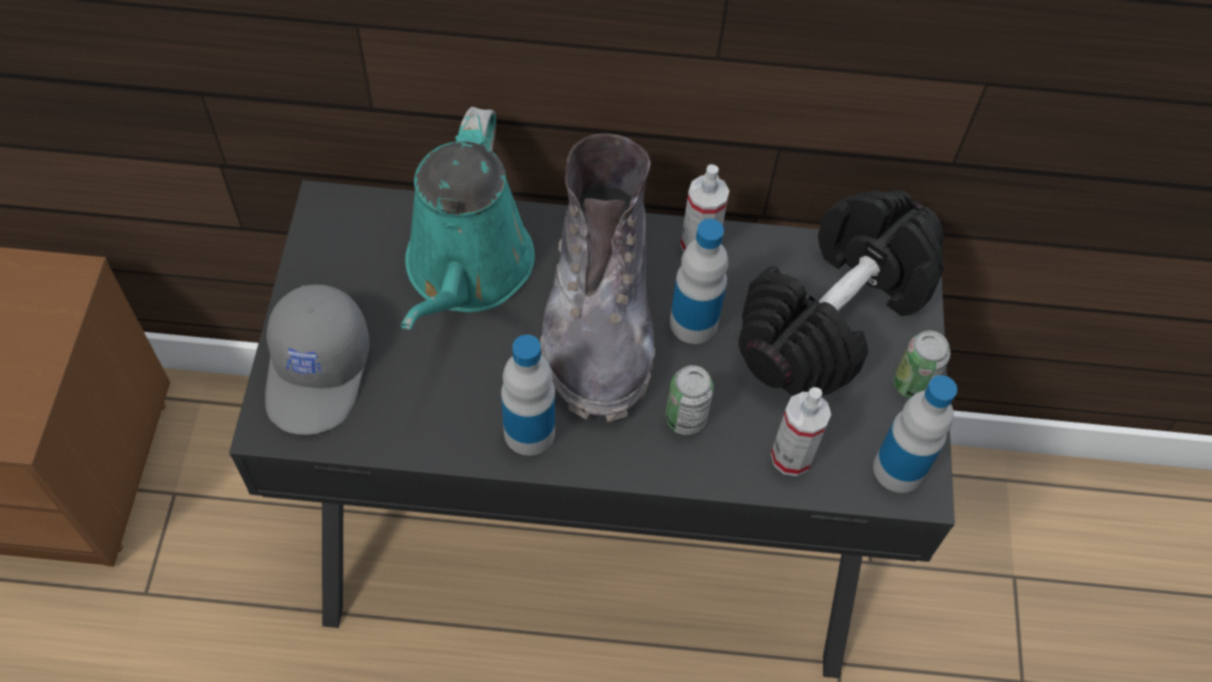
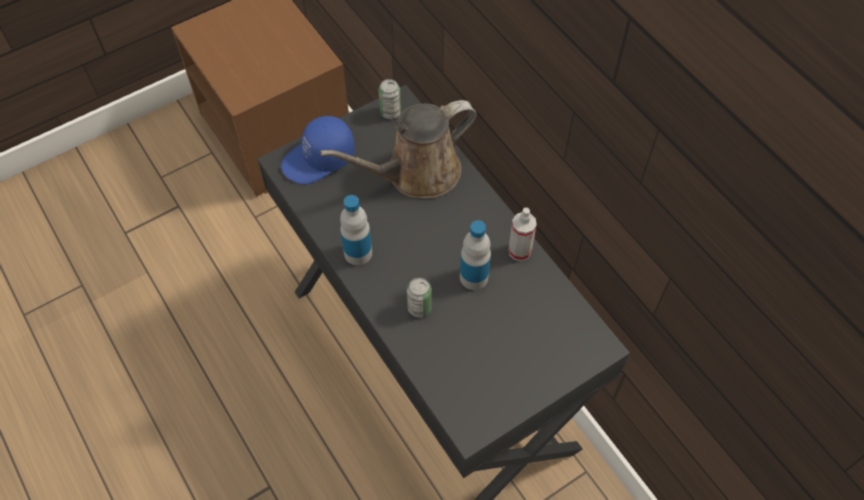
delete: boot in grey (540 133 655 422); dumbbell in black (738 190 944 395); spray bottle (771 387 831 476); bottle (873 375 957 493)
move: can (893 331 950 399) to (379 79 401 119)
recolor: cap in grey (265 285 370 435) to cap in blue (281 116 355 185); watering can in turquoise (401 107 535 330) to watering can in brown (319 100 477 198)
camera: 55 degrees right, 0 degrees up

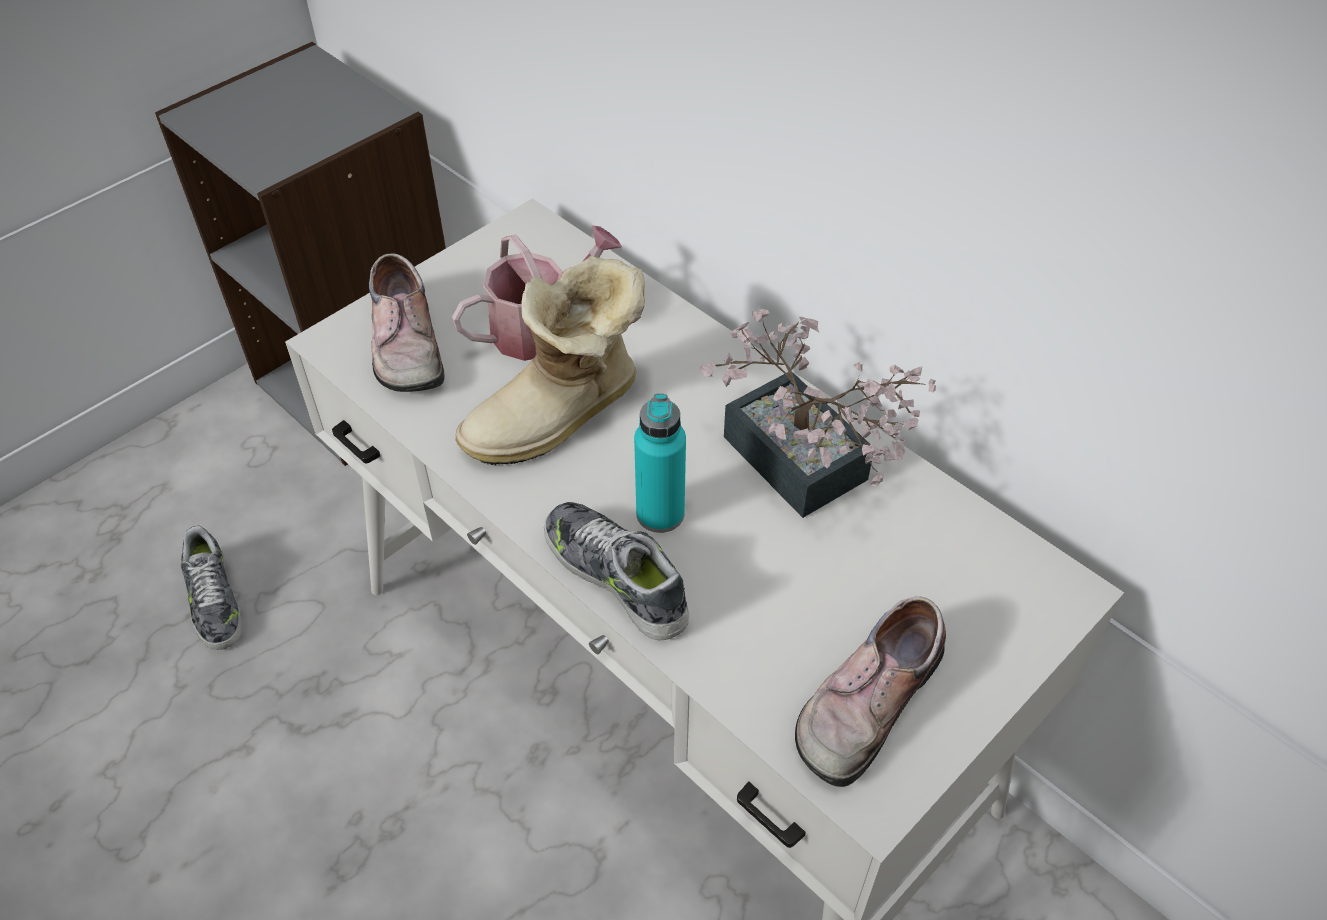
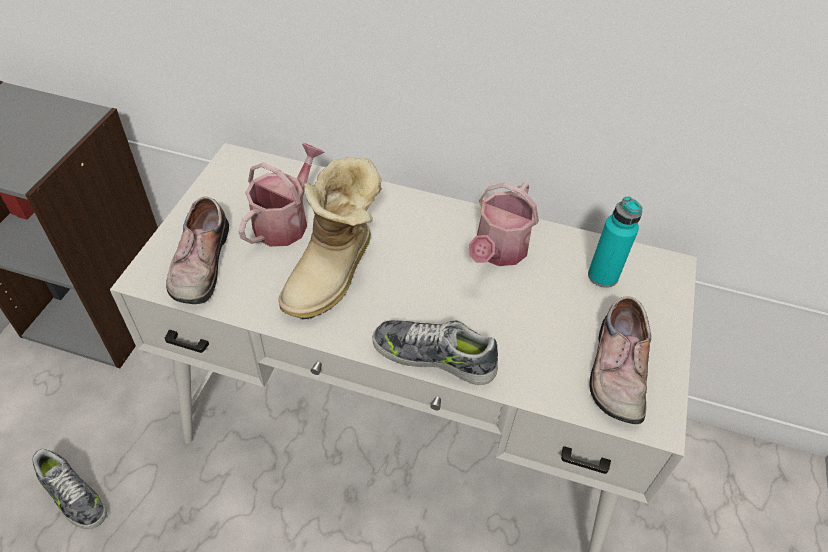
move: bottle in turquoise (634 393 686 533) to (588 196 643 288)
replace: potted plant (701 309 936 518) to watering can (469 182 539 266)
rotate: shoe (369 253 445 392) = (166 197 229 304) 45 degrees clockwise
camera: 30 degrees left, 0 degrees up

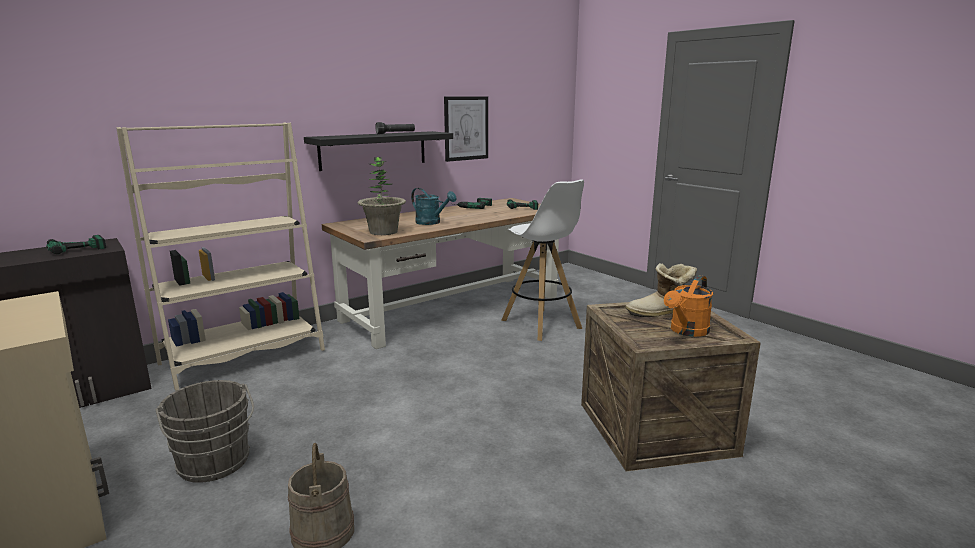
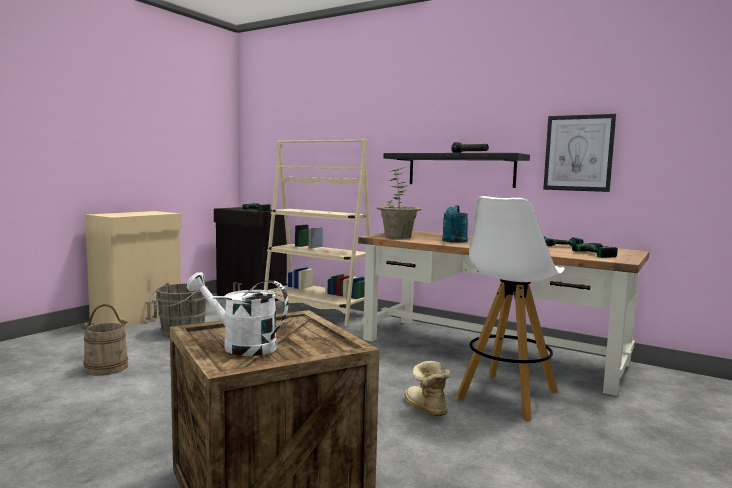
move: boot (625 263 697 317) to (405 361 450 416)
recolor: watering can in orange (664 275 713 337) to watering can in white (187 272 288 356)
camera: 70 degrees right, 10 degrees down

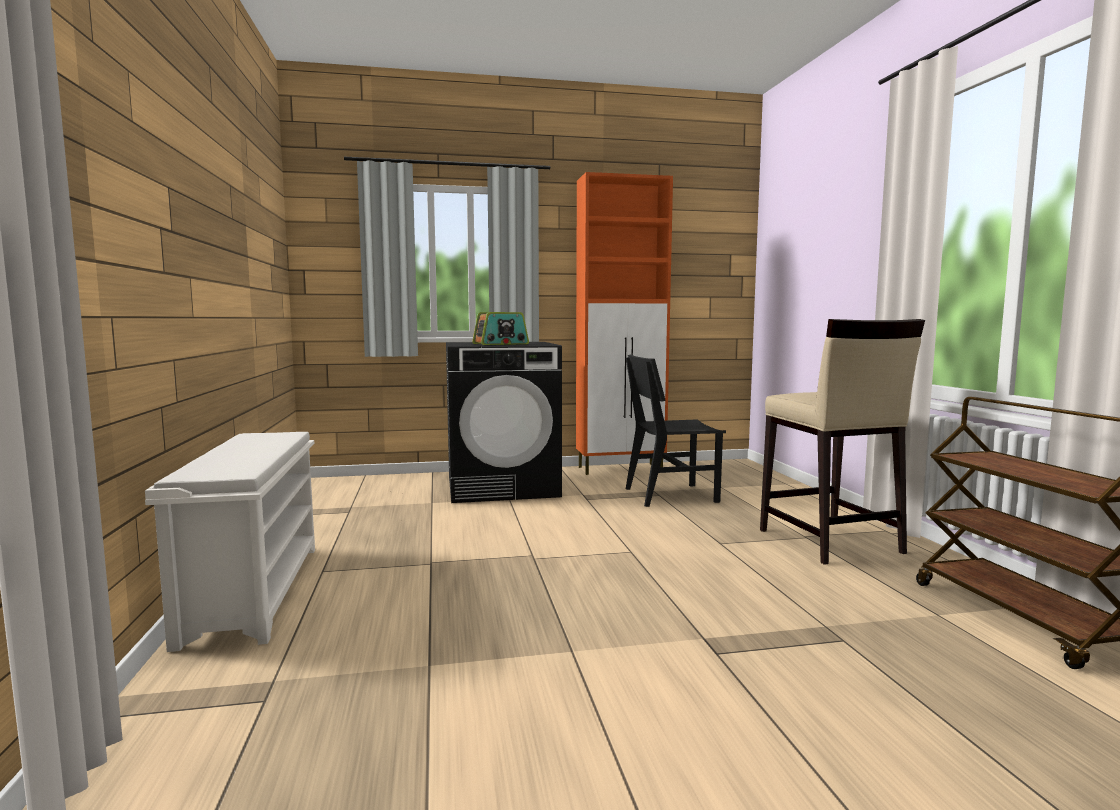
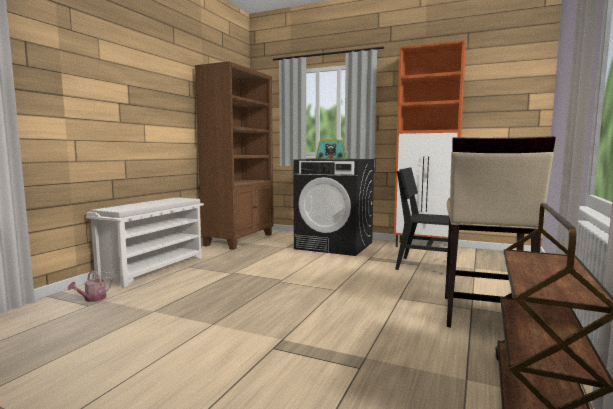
insert: watering can (67 271 112 302); bookcase in brown (195 61 274 250)
camera: 35 degrees right, 0 degrees up

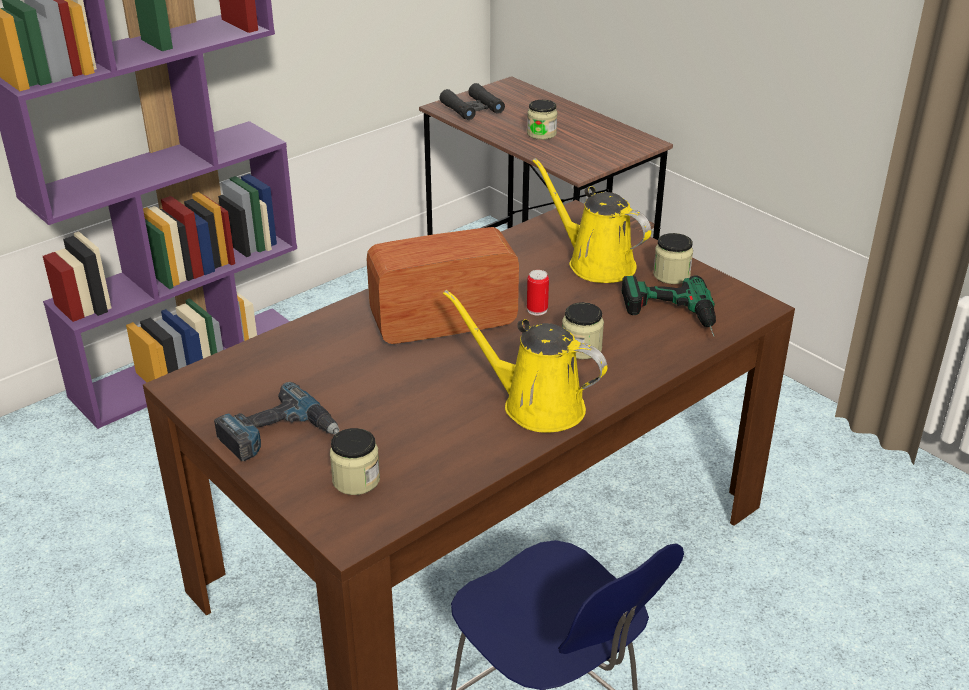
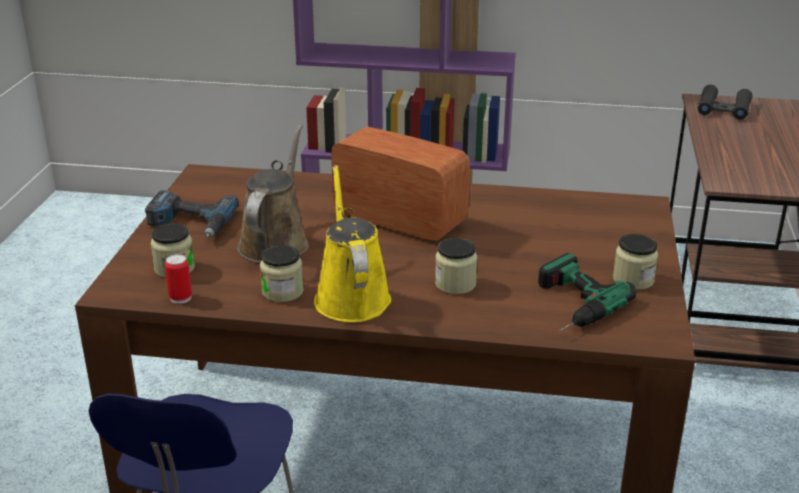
delete: watering can in yellow (532 158 651 283)
insert: watering can in brown (237 125 309 263)
move: jar (527 100 557 140) to (260 245 304 302); can (527 270 549 315) to (165 254 192 304)
camera: 50 degrees right, 5 degrees down

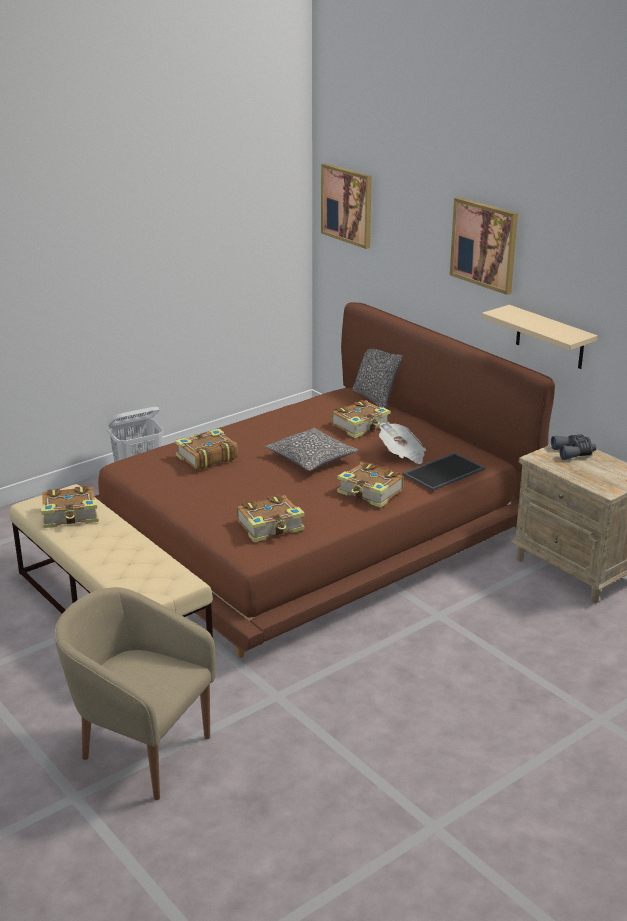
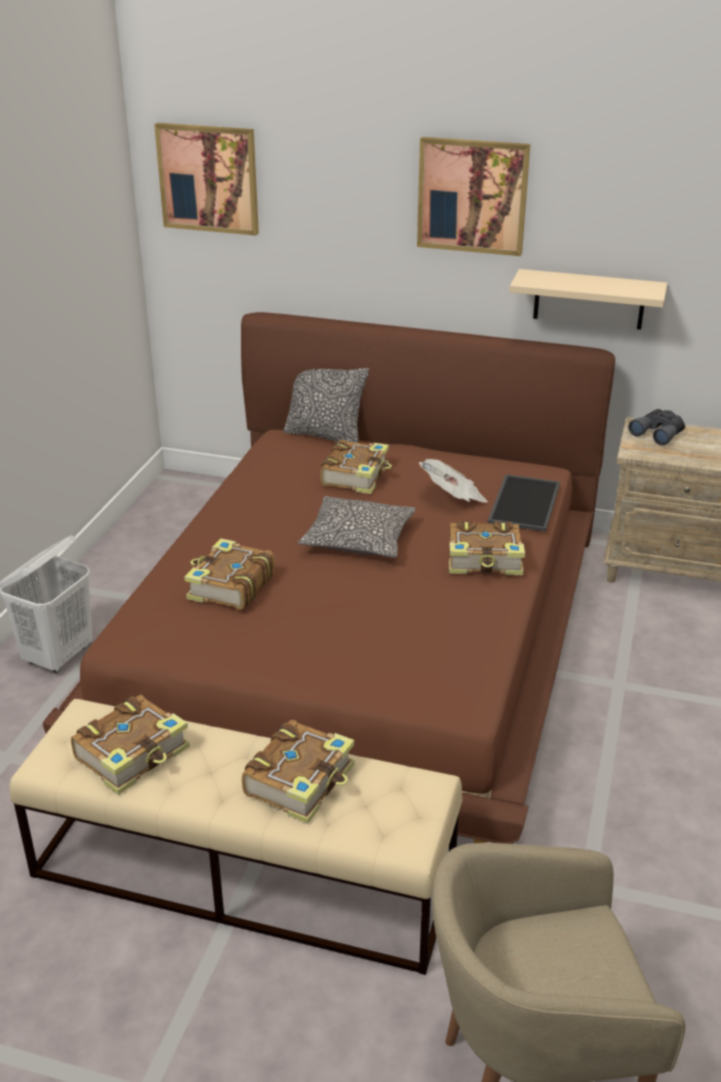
move: book (237 495 305 542) to (242 720 354 824)
camera: 35 degrees left, 5 degrees up

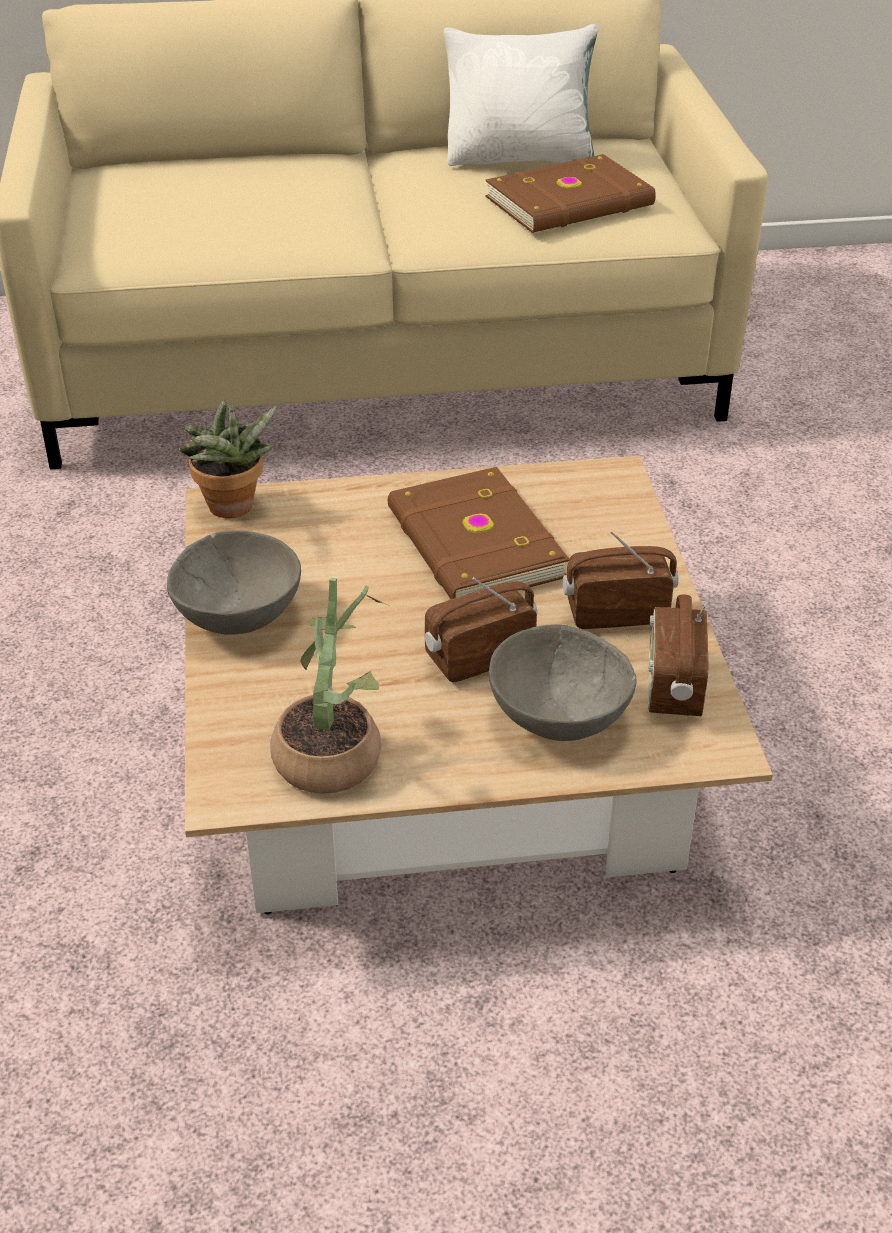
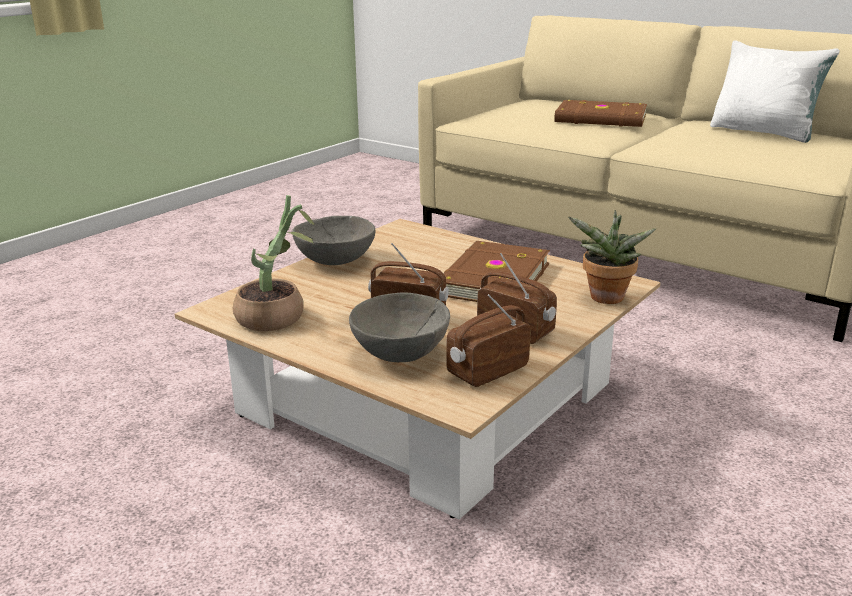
move: potted plant (179 401 277 518) to (568 210 656 304); book in brown (485 154 656 233) to (554 100 647 127)
camera: 45 degrees right, 15 degrees down

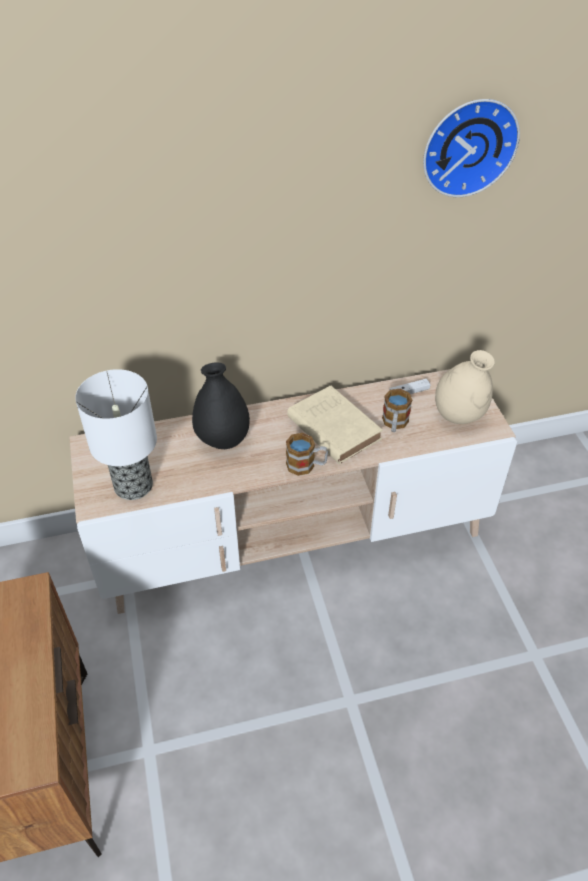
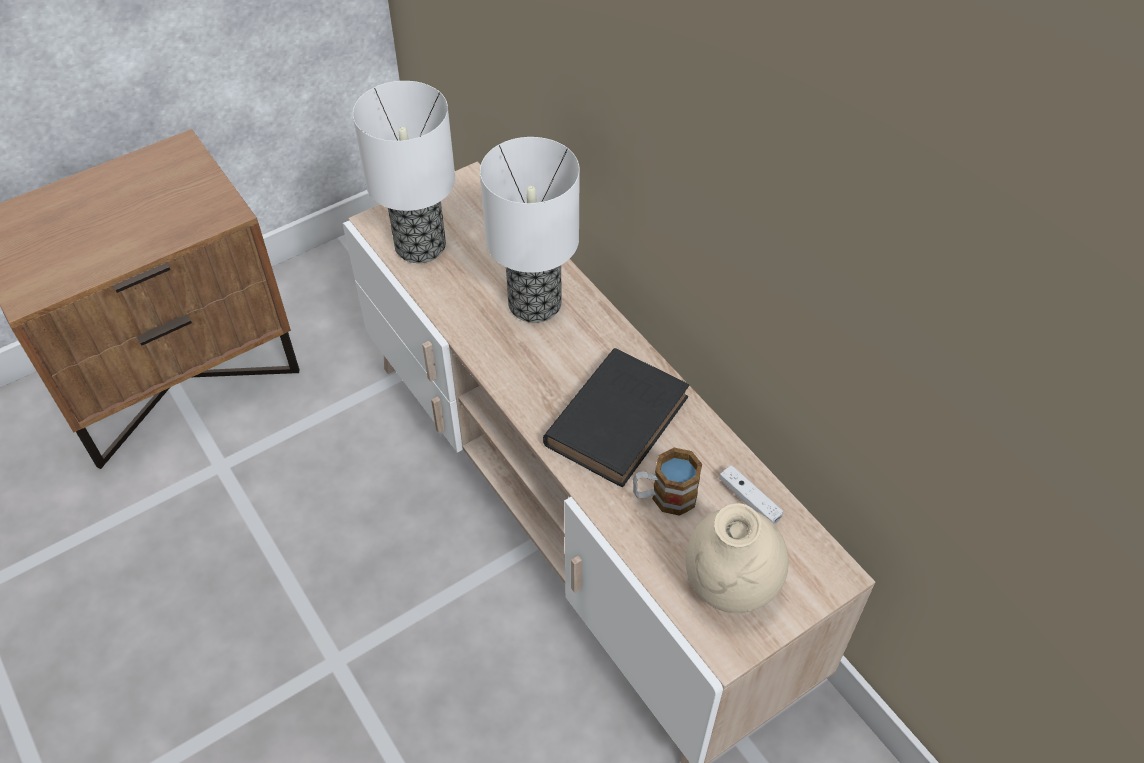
delete: mug (286 433 328 476); wall clock (423 99 520 197)
replace: vase in black (192 362 250 449) to table lamp (480 137 580 323)
recolor: book in beige (287 386 383 464) to book in black (543 348 690 487)
camera: 70 degrees right, 5 degrees up

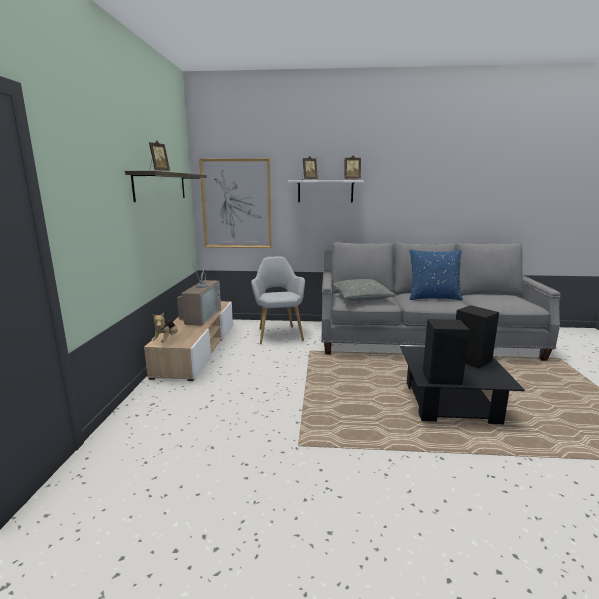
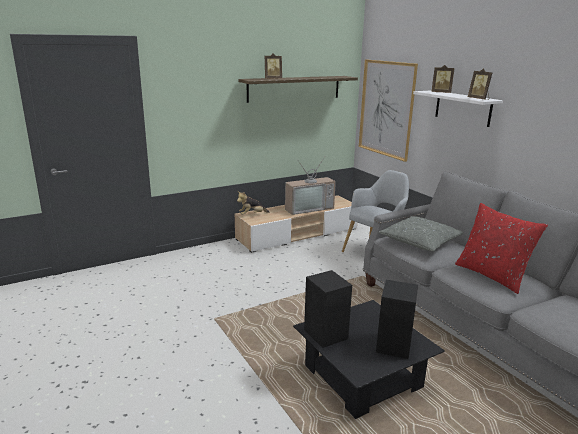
recolor: pillow in blue (409 249 463 301) to pillow in red (455 203 548 294)
camera: 55 degrees right, 5 degrees up

